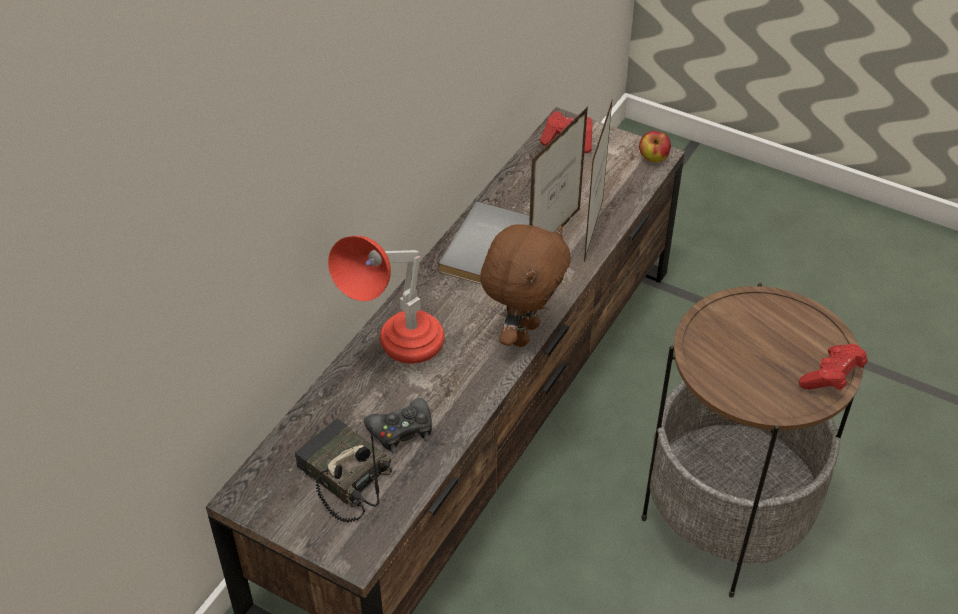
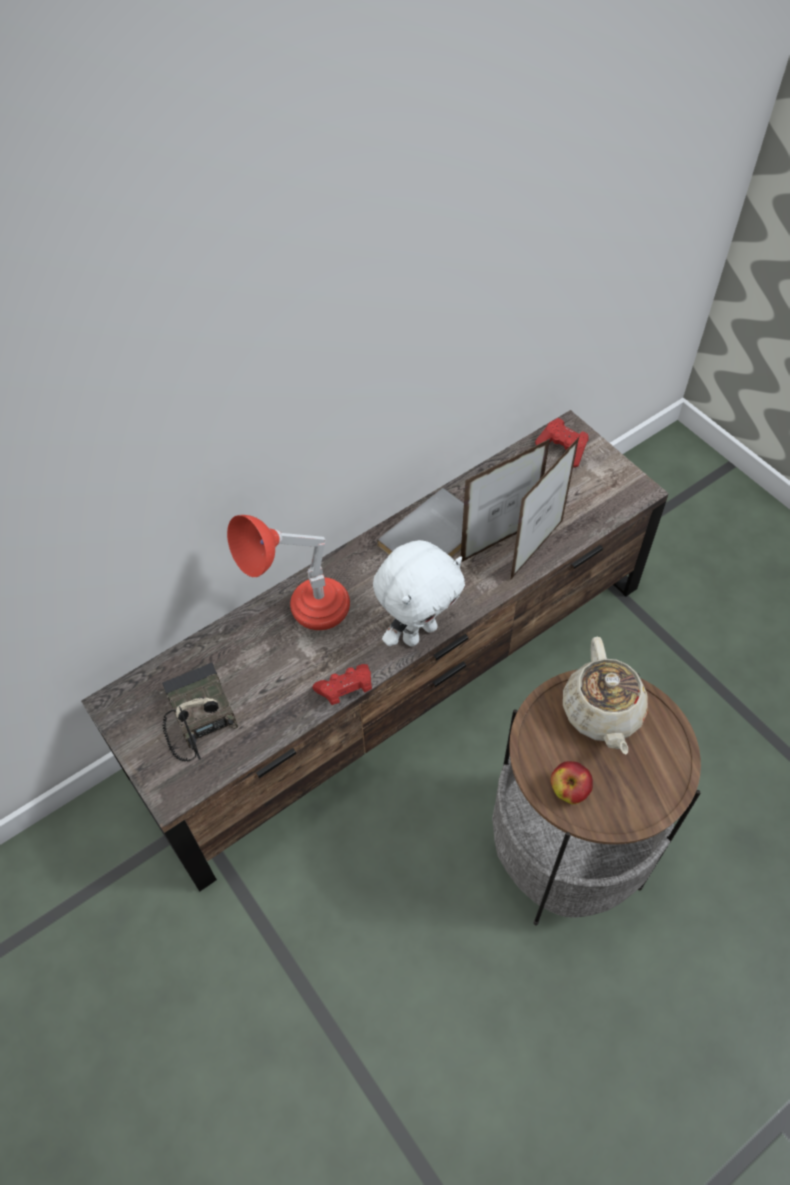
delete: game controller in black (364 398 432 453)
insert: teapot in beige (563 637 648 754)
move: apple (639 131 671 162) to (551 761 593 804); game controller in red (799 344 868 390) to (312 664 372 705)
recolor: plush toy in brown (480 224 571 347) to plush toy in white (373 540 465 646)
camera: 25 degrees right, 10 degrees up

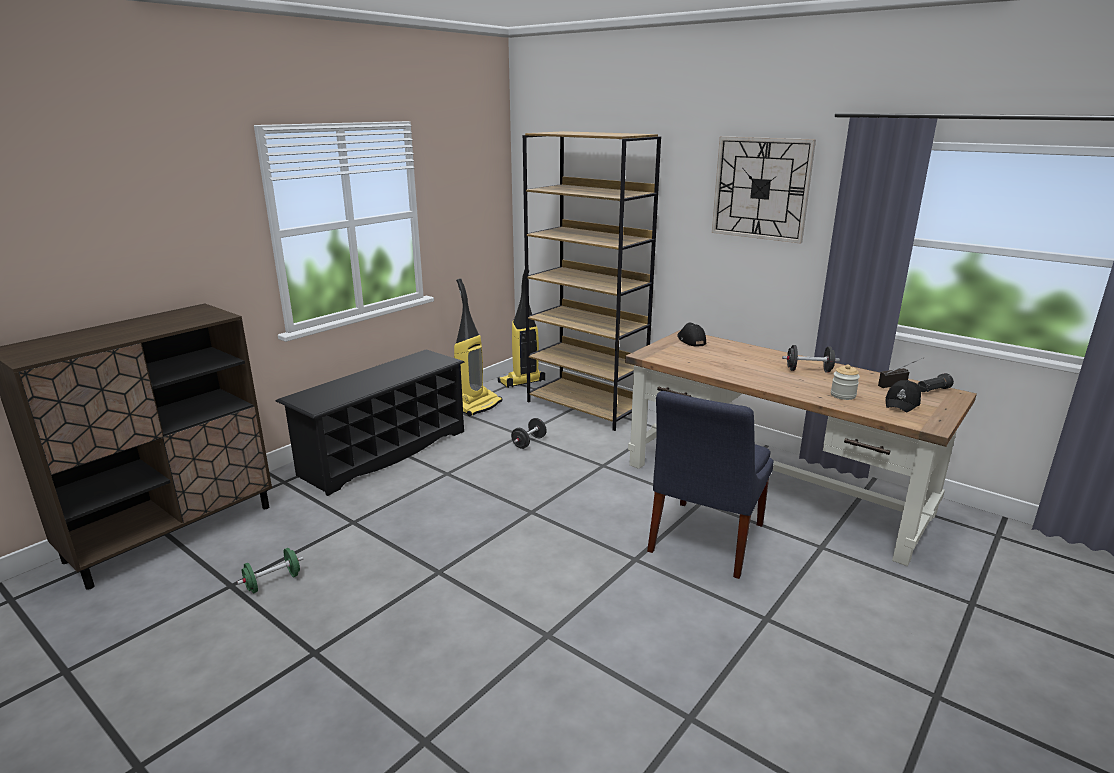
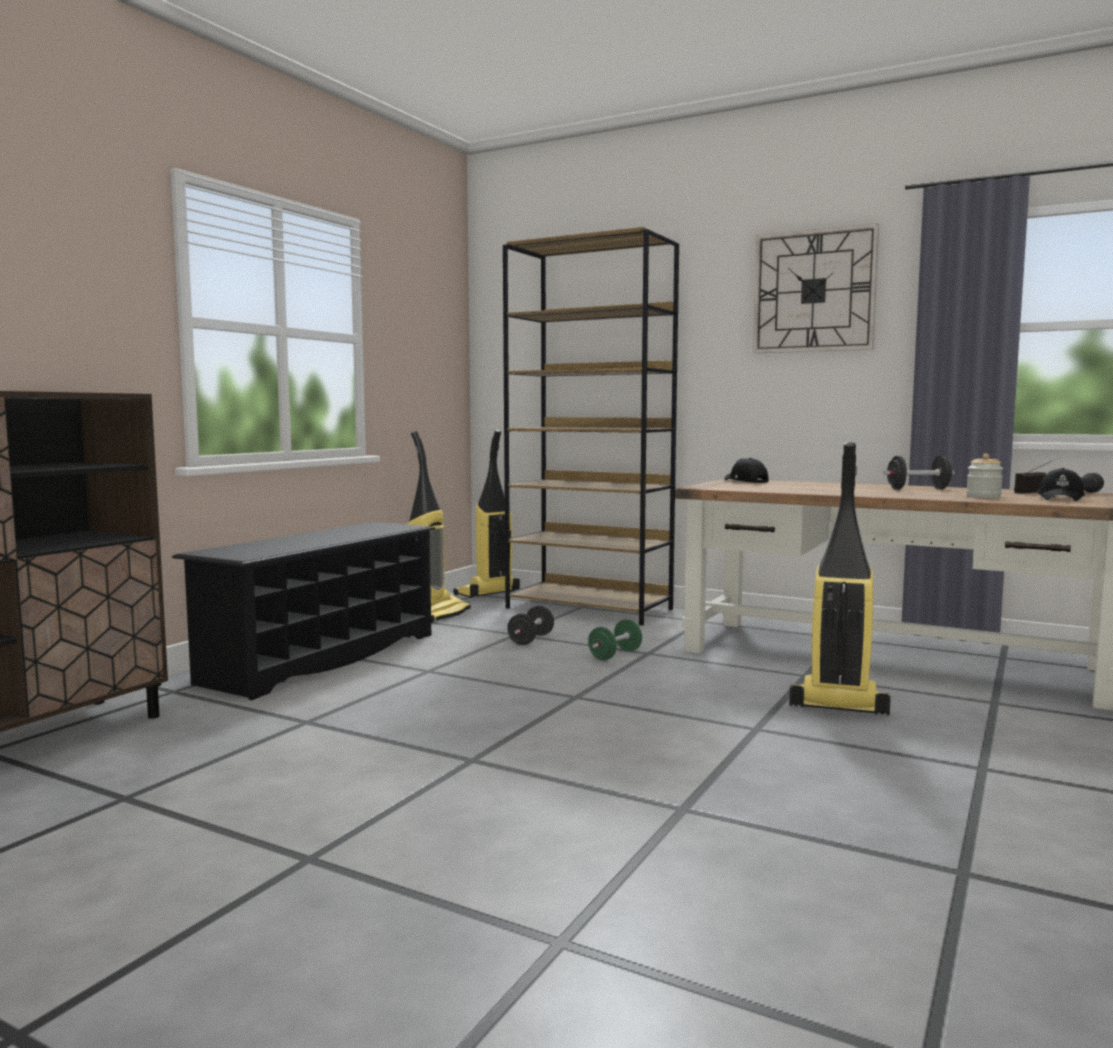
move: dumbbell in green (237 548 303 593) to (588 619 642 660)
replace: chair in blue (647 391 774 579) to vacuum cleaner (789 442 891 716)
camera: 10 degrees left, 15 degrees down

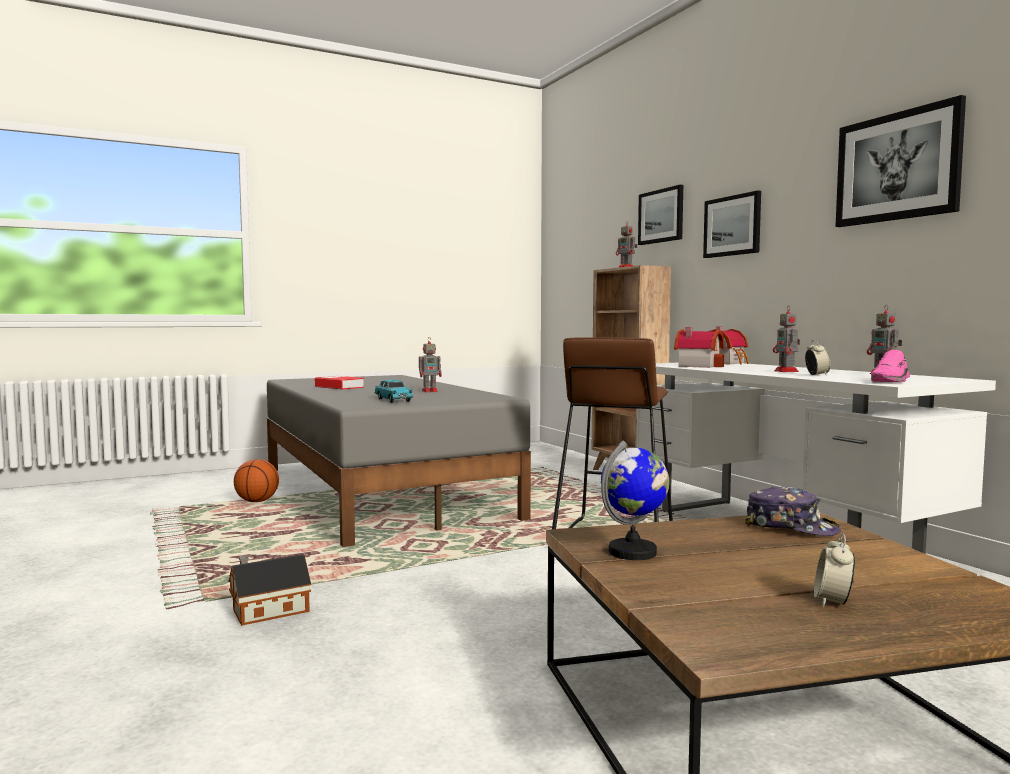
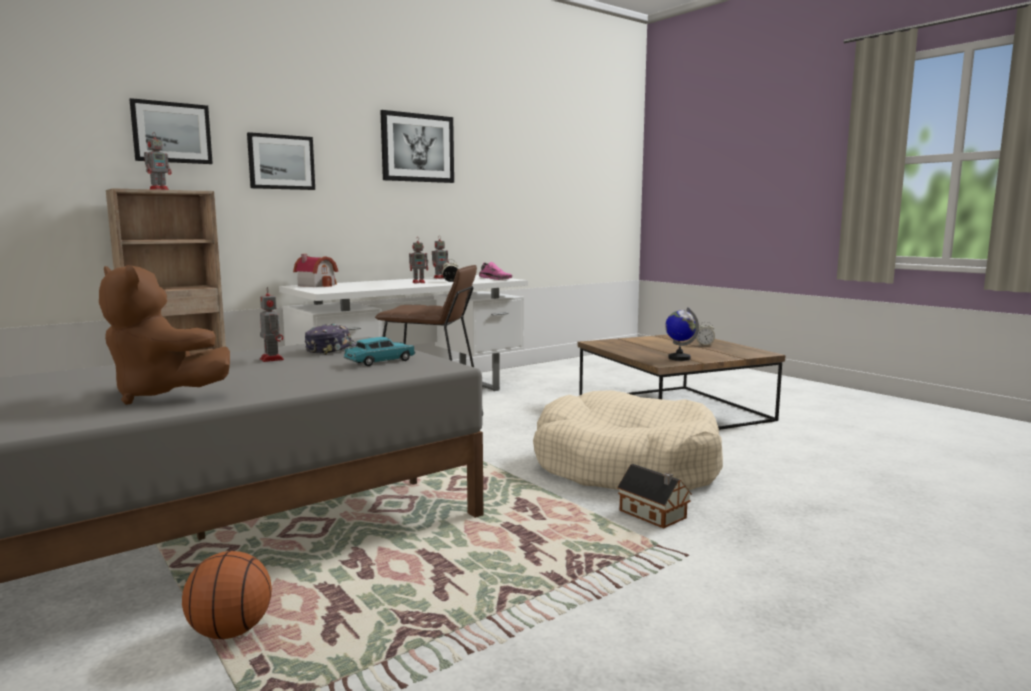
delete: toy house (674 327 724 368)
insert: dog bed in beige (533 390 723 490)
move: cap (745 486 841 536) to (305 324 357 355)
replace: book (315 376 364 389) to plush toy in brown (99 265 230 405)
camera: 100 degrees left, 5 degrees up

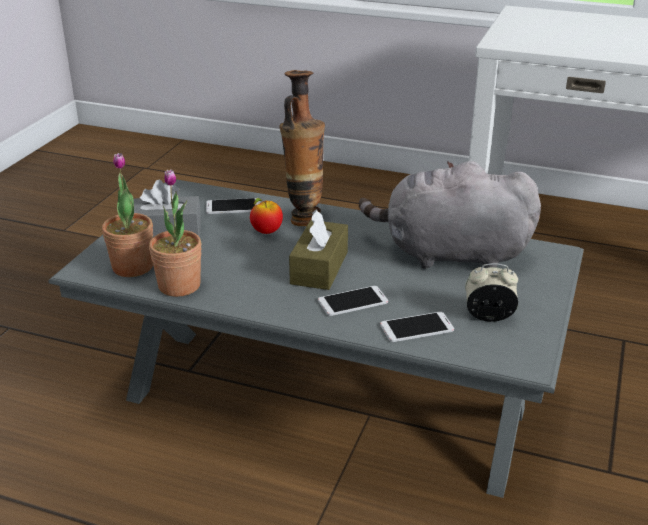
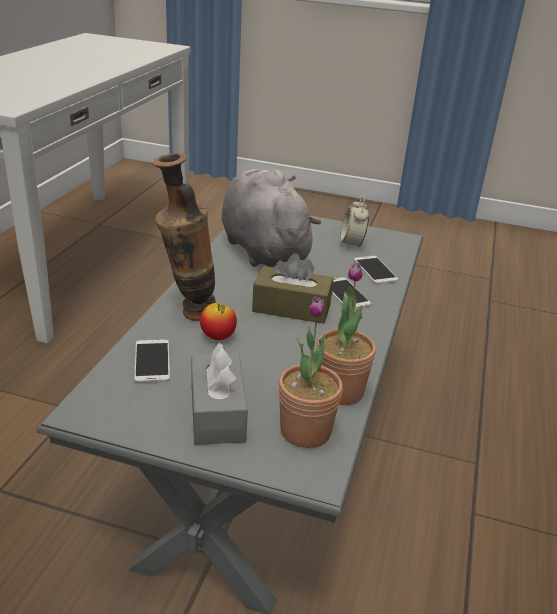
rotate: plush toy in grey (359 161 541 269) = (222 169 321 267) 150 degrees clockwise
camera: 95 degrees left, 0 degrees up

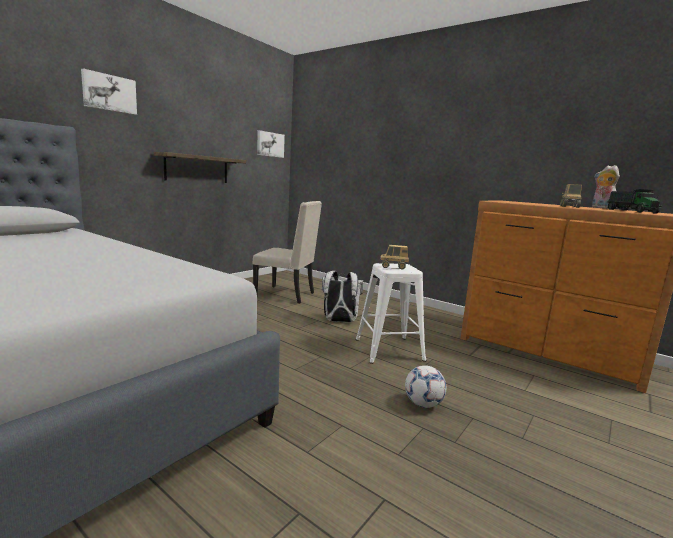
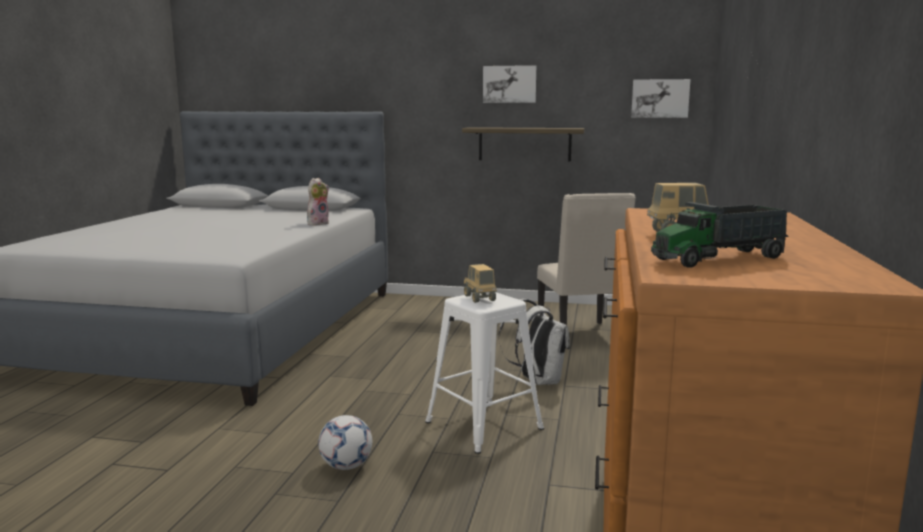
move: picture (81 68 137 115) to (483 65 536 103); plush toy (592 165 620 209) to (307 178 329 226)
camera: 65 degrees right, 0 degrees up

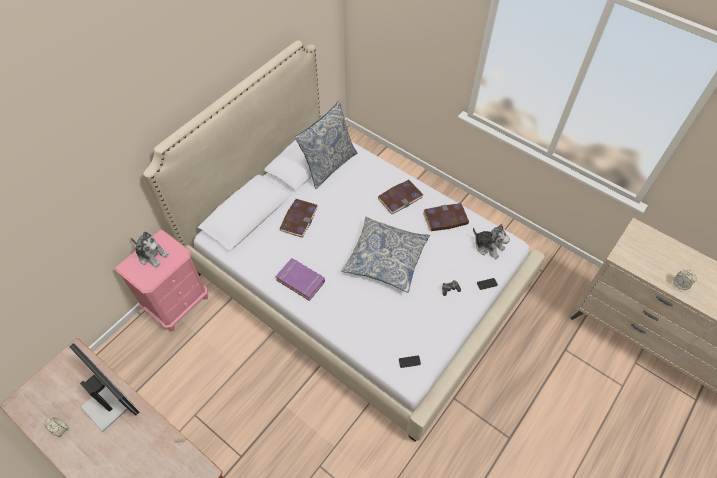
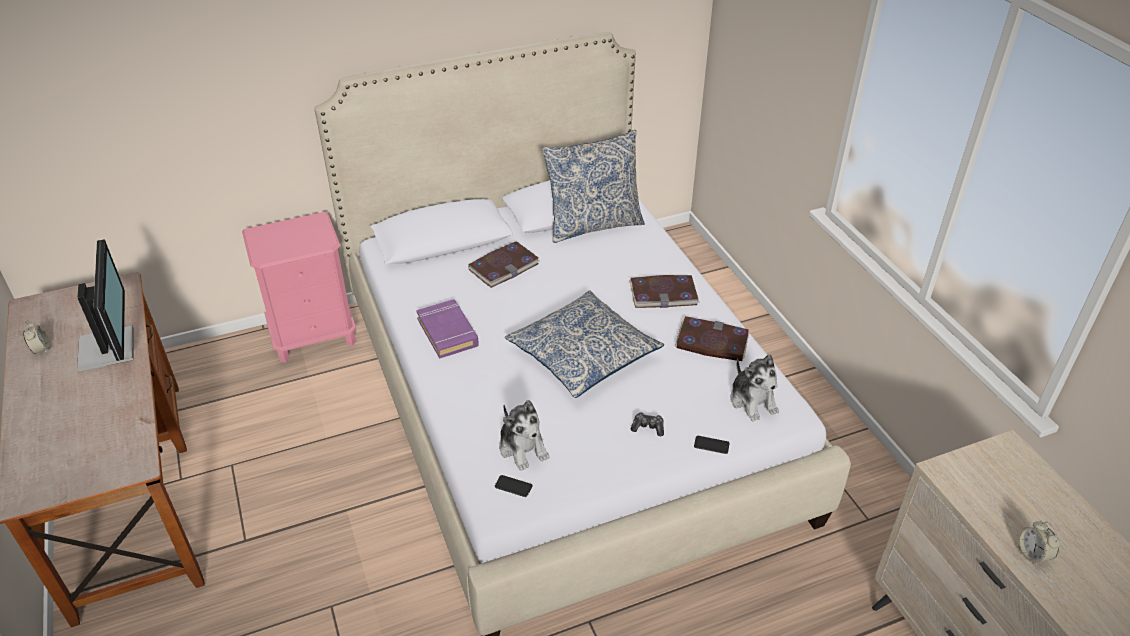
move: plush toy (131 232 169 268) to (499 400 549 471)
camera: 30 degrees right, 15 degrees down

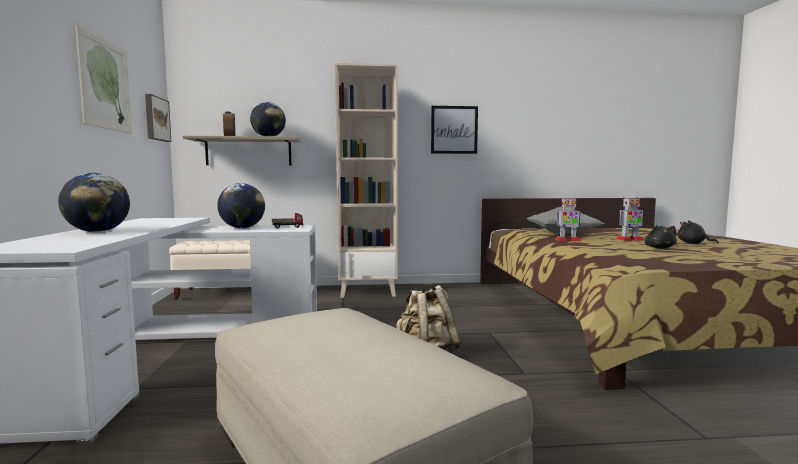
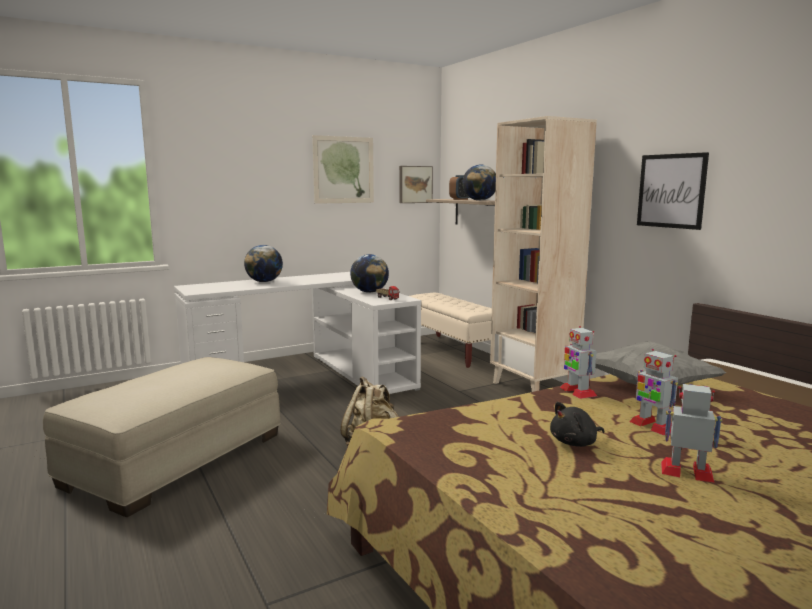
replace: plush toy in black (677 220 719 244) to toy robot (661 384 722 483)
camera: 65 degrees right, 5 degrees up

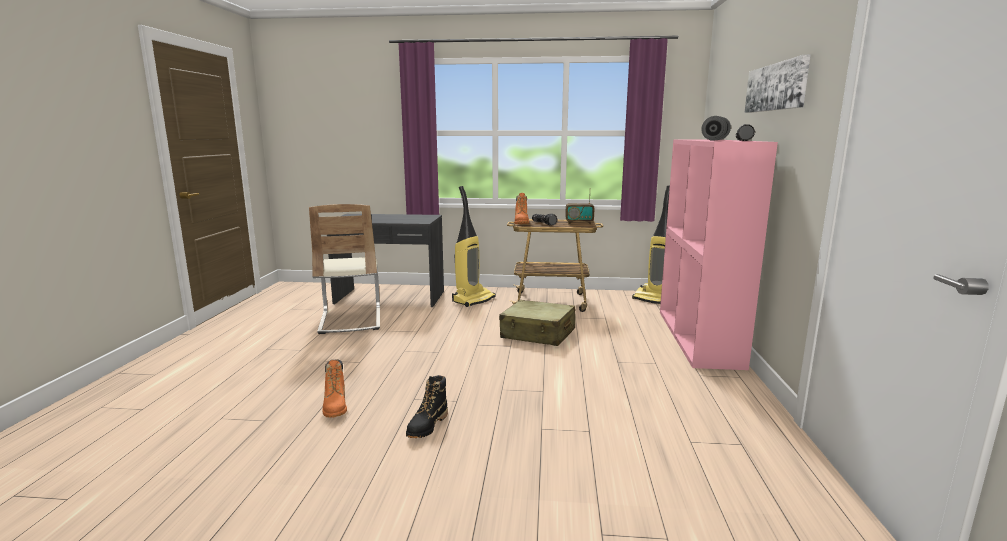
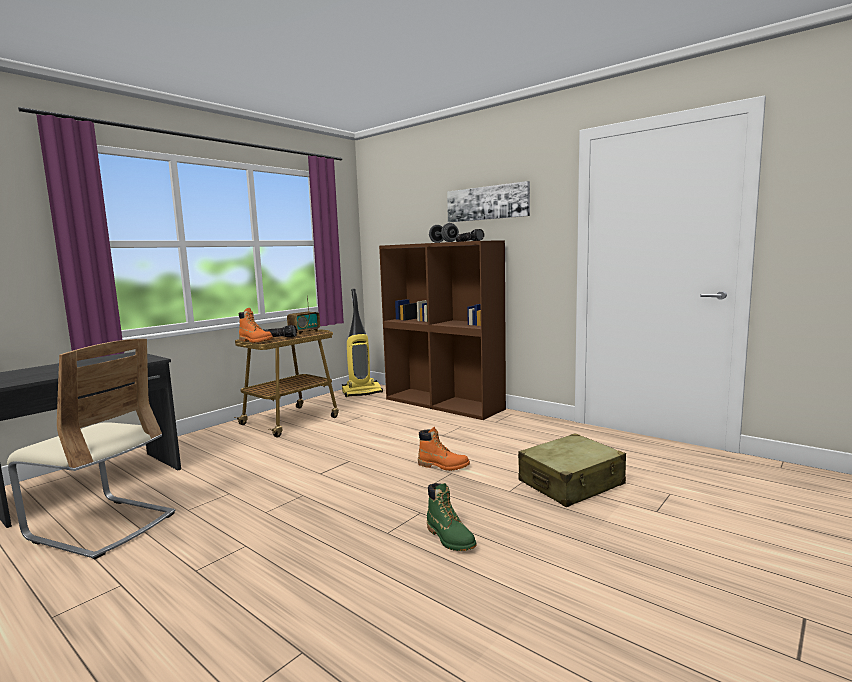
delete: vacuum cleaner (452 186 496 307)
move: boot in orange (322 359 347 418) to (418 427 470 471); suitcase in beige (499 300 575 346) to (518 433 626 507)
recolor: boot in black (406 375 448 438) to boot in green (427 483 476 551); bookcase in pink (660 140 778 370) to bookcase in brown (379 241 506 420)
camera: 55 degrees left, 5 degrees down

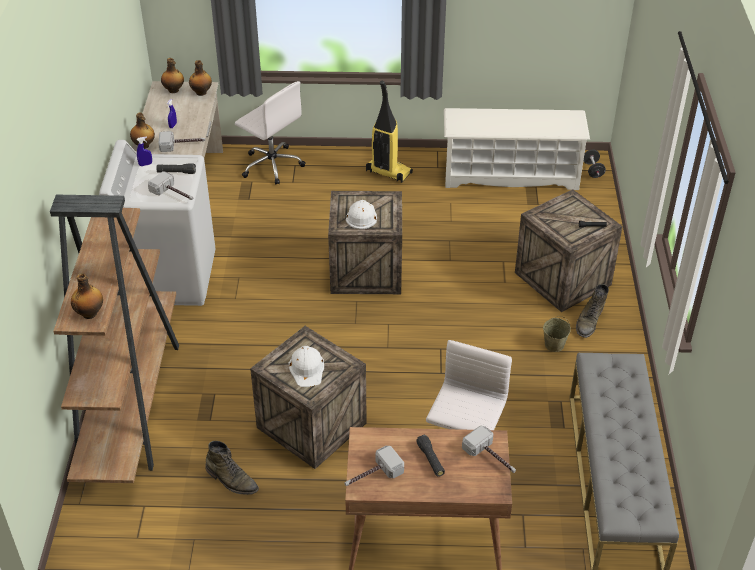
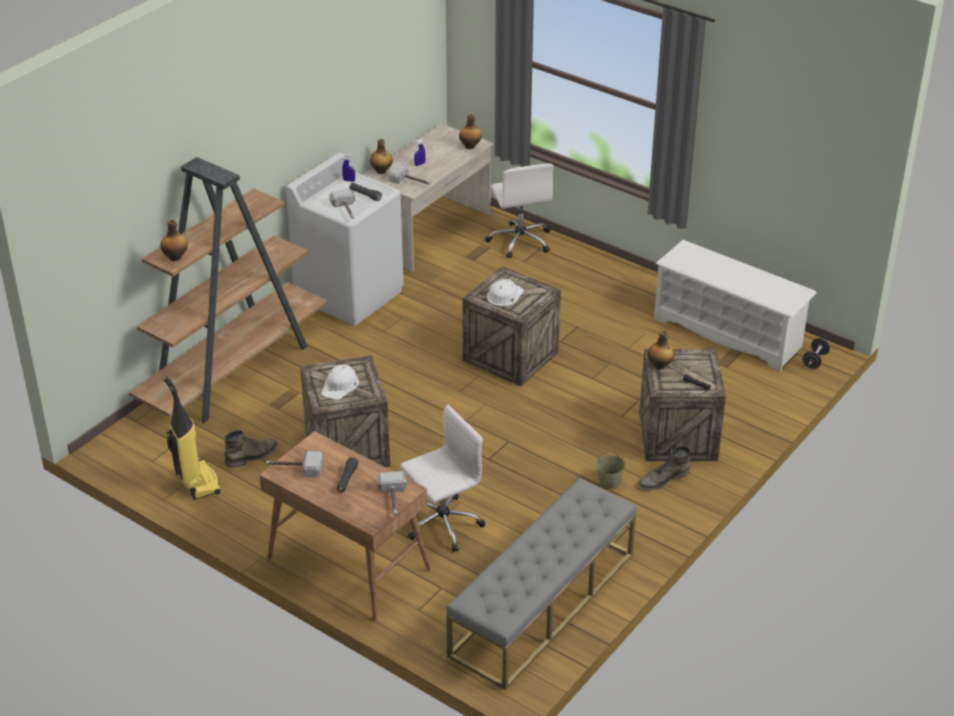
move: bottle (161 58 184 93) to (648 330 674 369); vacuum cleaner (366 81 413 183) to (162 376 221 500)
rotate: boot in green (205 441 259 495) = (224 429 278 468) 105 degrees counterclockwise
camera: 35 degrees right, 5 degrees down

